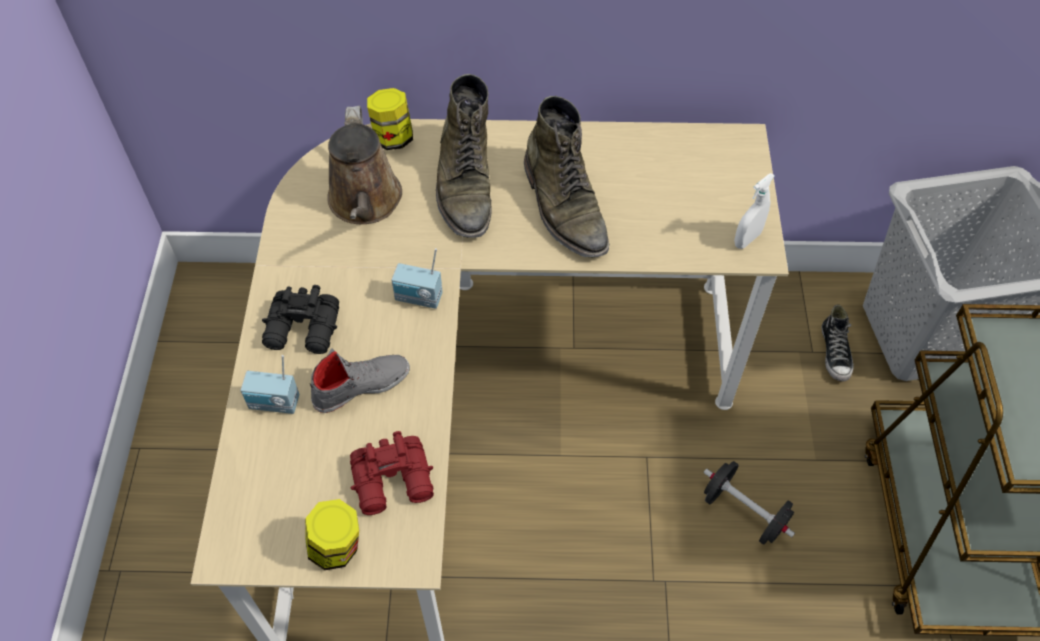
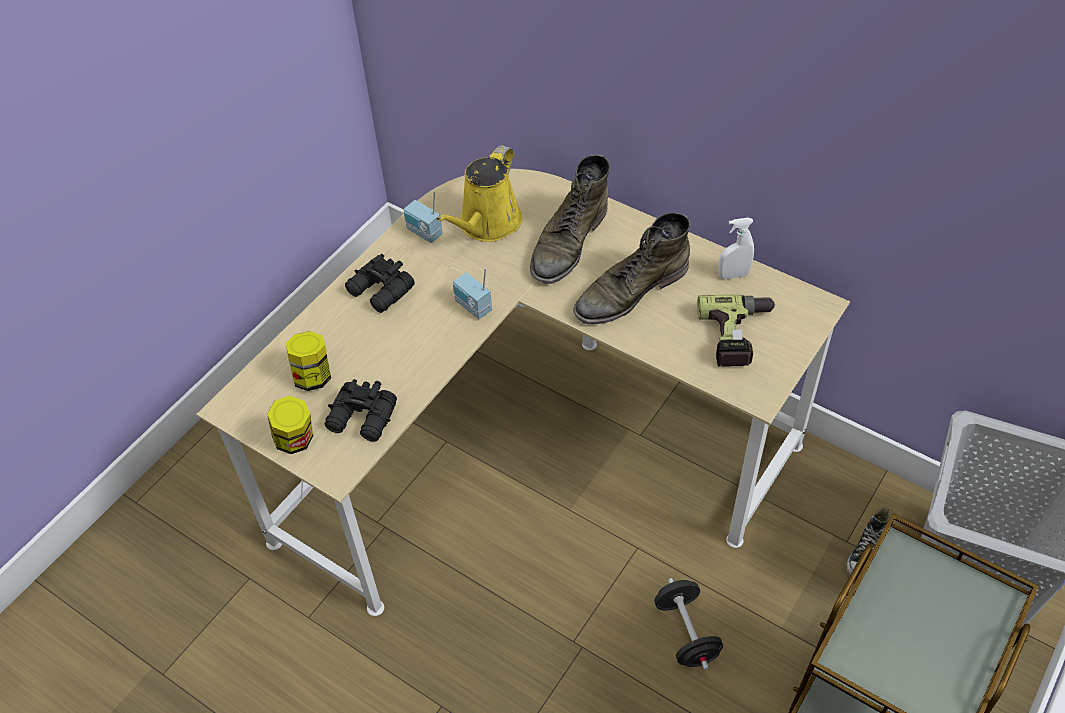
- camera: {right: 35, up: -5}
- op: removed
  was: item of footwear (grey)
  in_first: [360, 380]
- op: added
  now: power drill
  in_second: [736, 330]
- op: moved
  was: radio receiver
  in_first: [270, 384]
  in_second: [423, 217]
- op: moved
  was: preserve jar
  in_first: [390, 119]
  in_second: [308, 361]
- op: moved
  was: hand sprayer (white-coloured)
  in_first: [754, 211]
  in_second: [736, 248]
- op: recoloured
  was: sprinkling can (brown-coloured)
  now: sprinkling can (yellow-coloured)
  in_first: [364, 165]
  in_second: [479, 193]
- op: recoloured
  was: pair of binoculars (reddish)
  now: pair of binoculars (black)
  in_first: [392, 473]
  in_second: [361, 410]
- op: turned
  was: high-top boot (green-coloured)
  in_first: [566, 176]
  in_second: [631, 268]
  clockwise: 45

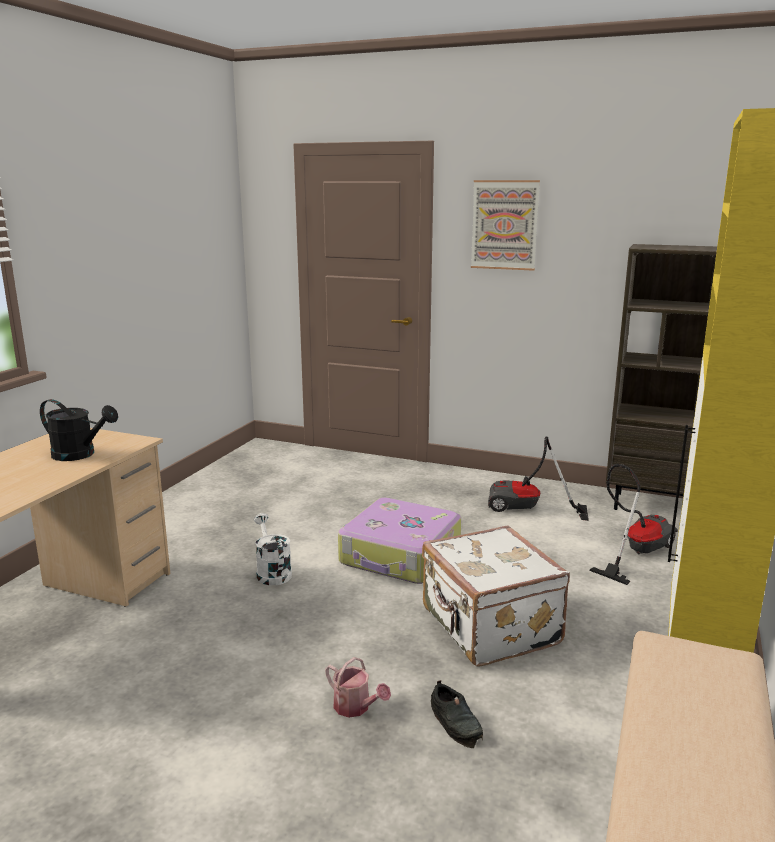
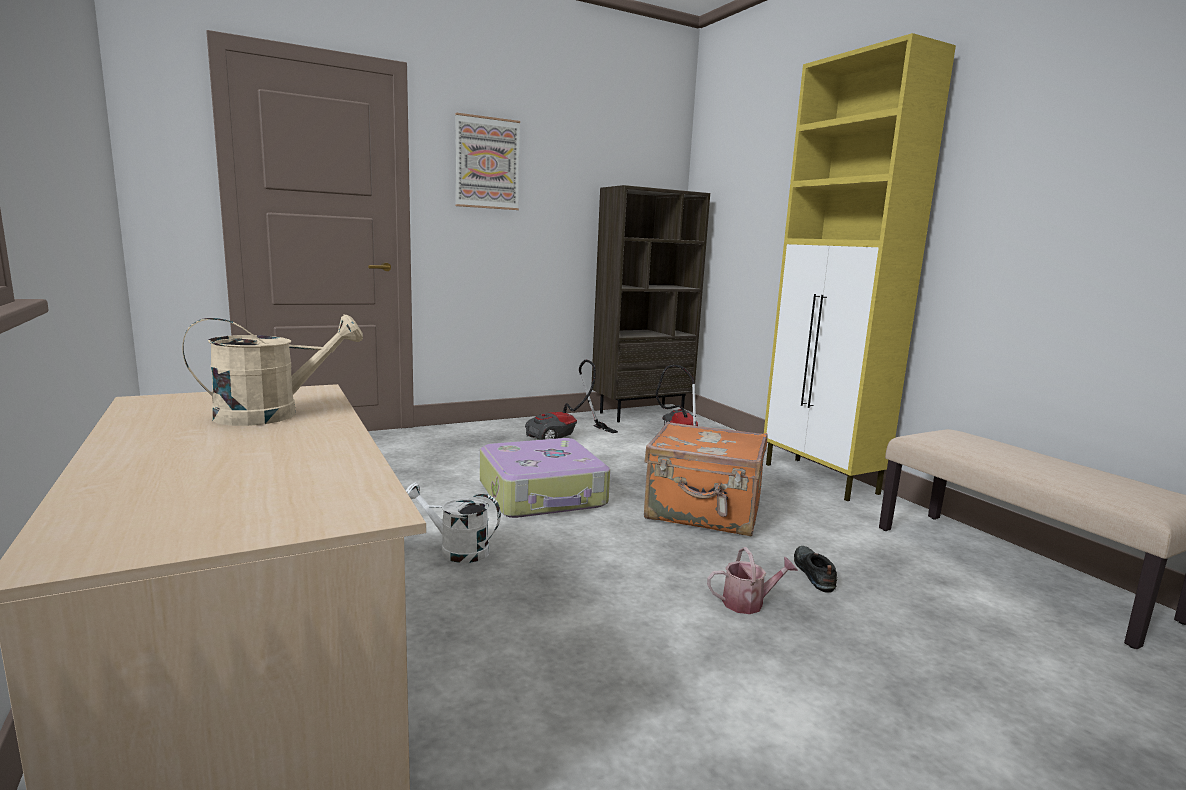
- camera: {right: -50, up: -5}
- op: recoloured
  was: sprinkling can (black)
  now: sprinkling can (sand-coloured)
  in_first: [79, 430]
  in_second: [272, 370]
- op: recoloured
  was: piece of luggage (white-coloured)
  now: piece of luggage (orangey)
  in_first: [496, 596]
  in_second: [705, 479]
- op: turned
  was: item of footwear (black)
  in_first: [457, 714]
  in_second: [815, 569]
  clockwise: -105

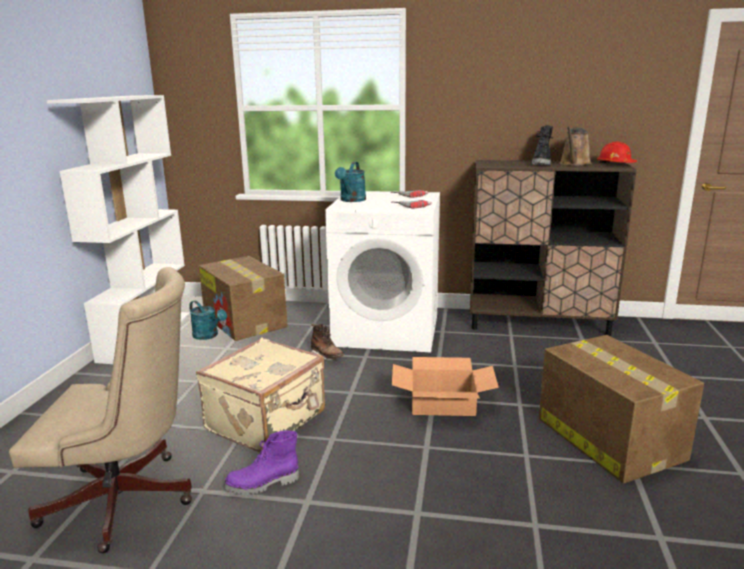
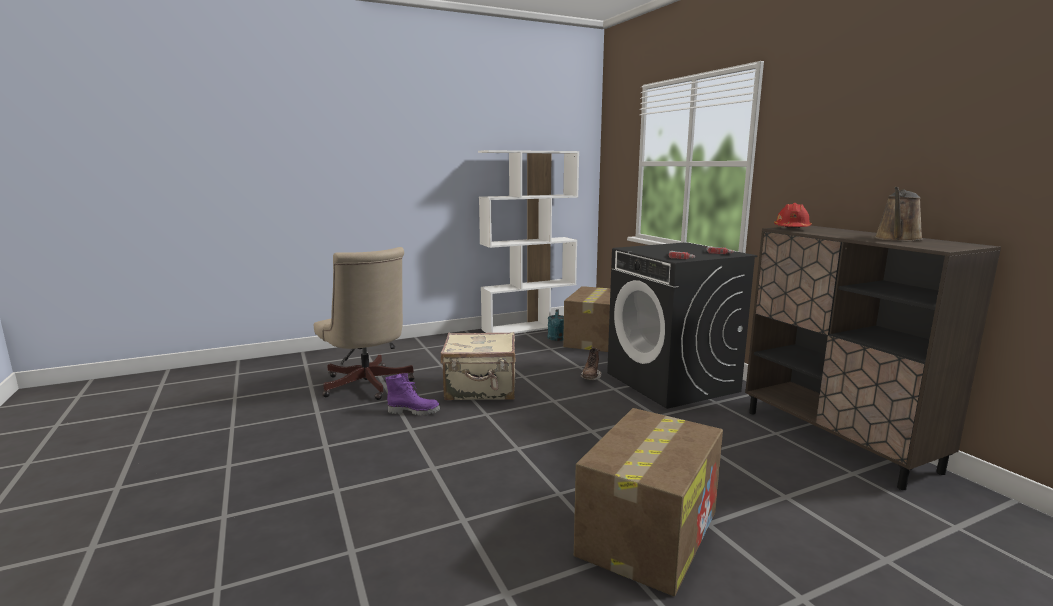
- camera: {right: 55, up: -5}
- op: removed
  was: sprinkling can (blue-green)
  in_first: [350, 182]
- op: removed
  was: carton
  in_first: [445, 386]
- op: removed
  was: high-top boot (black)
  in_first: [542, 145]
- op: moved
  was: work helmet (reddish)
  in_first: [617, 152]
  in_second: [793, 215]
- op: recoloured
  was: washing machine (white-coloured)
  now: washing machine (black)
  in_first: [382, 271]
  in_second: [682, 325]
- op: turned
  was: high-top boot (purple)
  in_first: [261, 463]
  in_second: [412, 394]
  clockwise: 150
- op: turned
  was: sprinkling can (brown-coloured)
  in_first: [575, 146]
  in_second: [898, 214]
  clockwise: -45

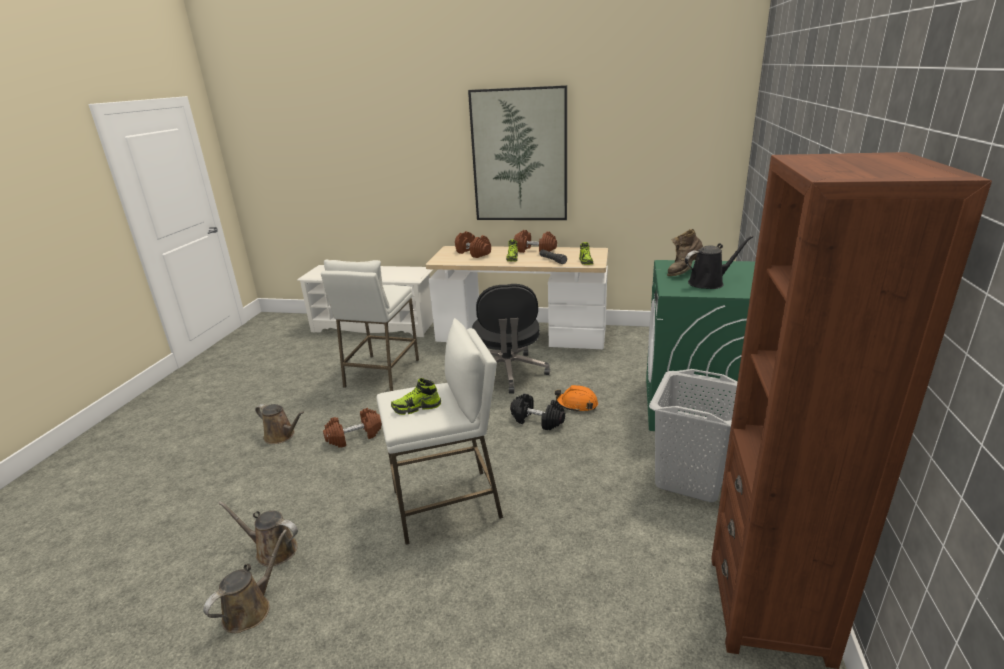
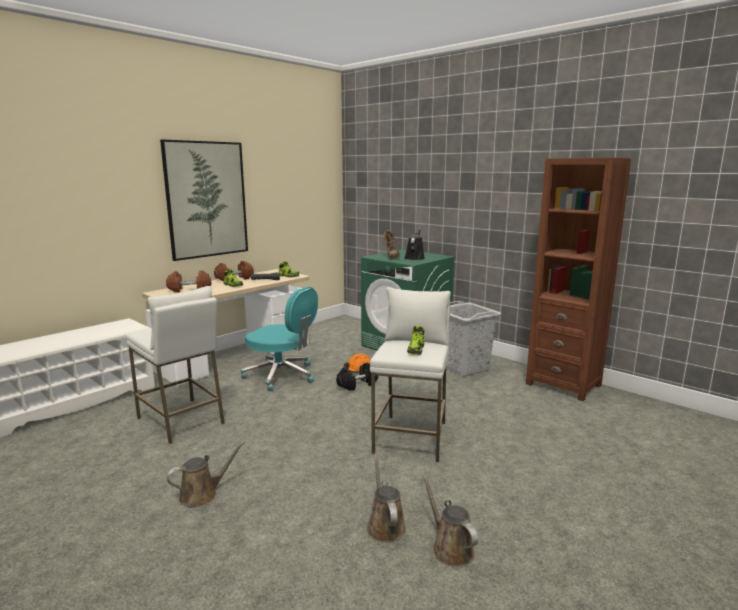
- camera: {right: -60, up: -10}
- op: removed
  was: hand weight (brown-coloured)
  in_first: [352, 428]
- op: recoloured
  was: desk chair (black)
  now: desk chair (blue-green)
  in_first: [511, 339]
  in_second: [279, 339]
- op: turned
  was: sprinkling can (brown-coloured)
  in_first: [258, 533]
  in_second: [386, 499]
  clockwise: 120

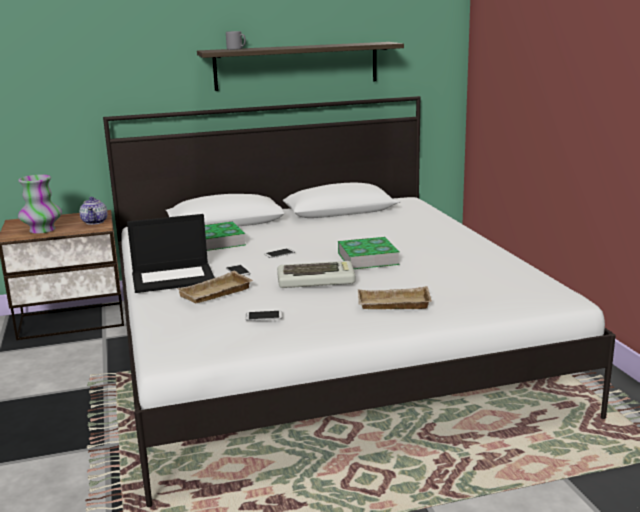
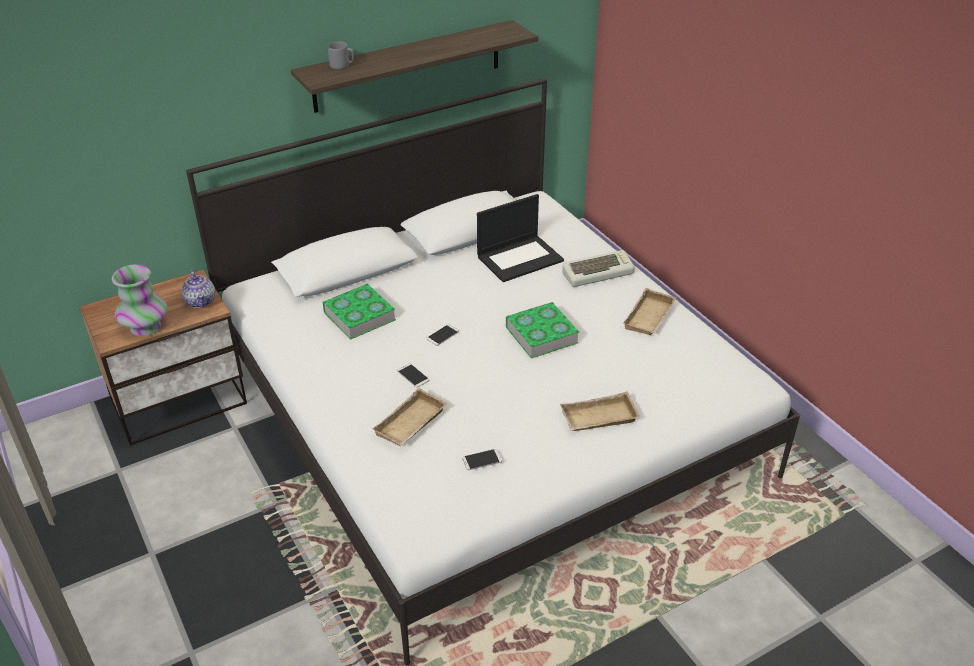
- camera: {right: -15, up: 20}
- op: added
  now: serving tray (sand-coloured)
  in_second: [650, 311]
- op: moved
  was: portable computer
  in_first: [171, 253]
  in_second: [520, 238]
- op: moved
  was: keyboard
  in_first: [316, 274]
  in_second: [598, 268]

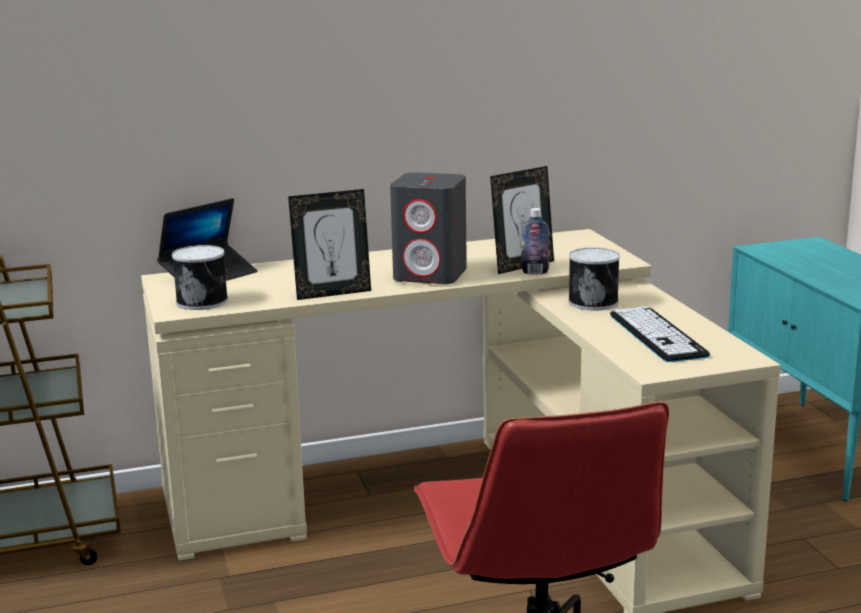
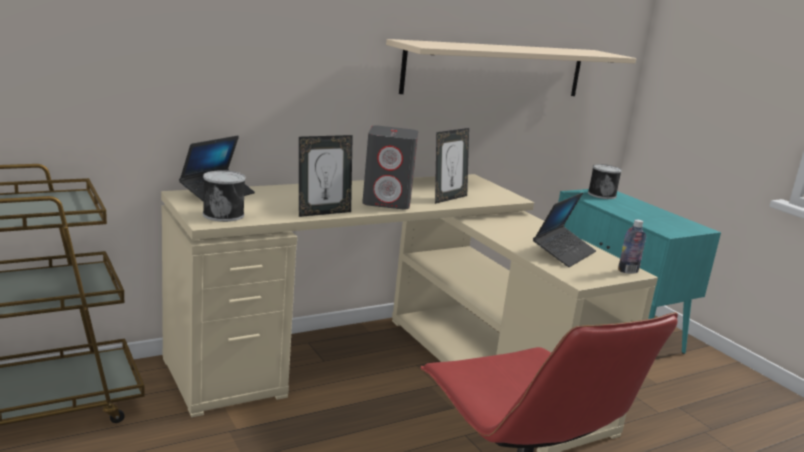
- camera: {right: -15, up: 0}
- op: added
  now: wall shelf (sand-coloured)
  in_second: [511, 67]
- op: moved
  was: beverage bottle
  in_first: [535, 241]
  in_second: [632, 246]
- op: moved
  was: can
  in_first: [594, 279]
  in_second: [605, 181]
- op: replaced
  was: keyboard
  now: portable computer
  in_first: [660, 334]
  in_second: [564, 229]

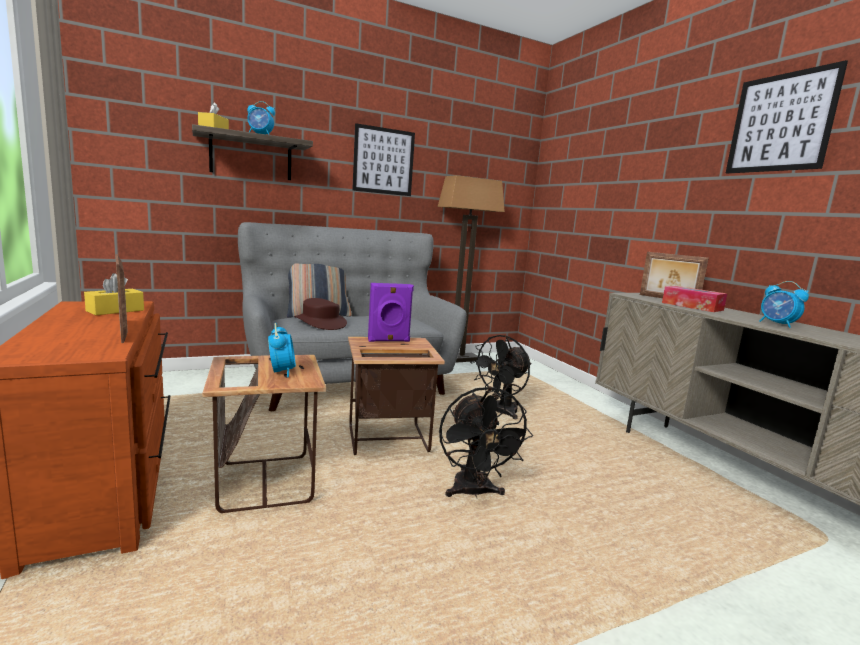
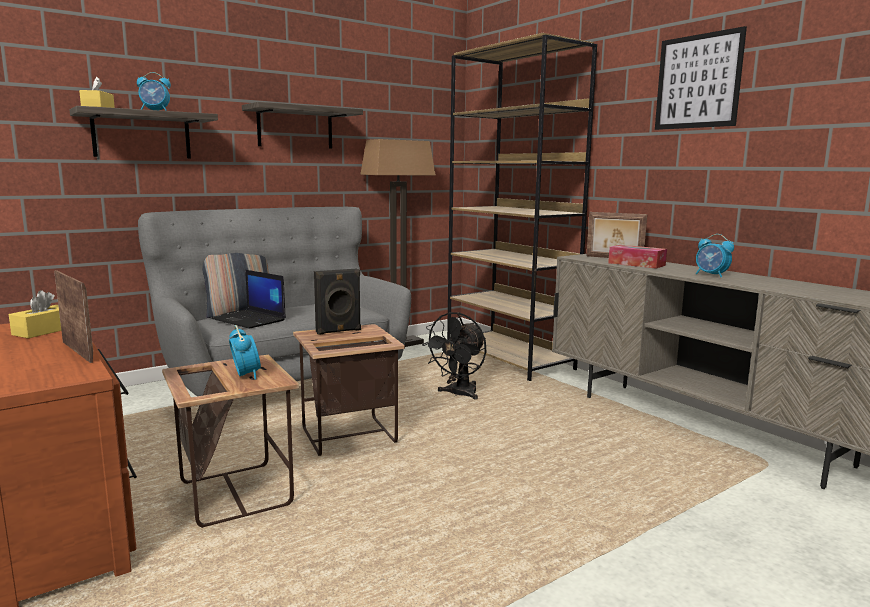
- camera: {right: -10, up: 0}
- op: removed
  was: electric fan (black)
  in_first: [486, 442]
- op: added
  now: shelving unit (brown-coloured)
  in_second: [522, 207]
- op: replaced
  was: wearable hat (brown-coloured)
  now: portable computer
  in_first: [320, 314]
  in_second: [248, 299]
- op: replaced
  was: wall picture
  now: wall shelf
  in_first: [383, 159]
  in_second: [302, 125]
- op: recoloured
  was: audio speaker (purple)
  now: audio speaker (black)
  in_first: [391, 312]
  in_second: [337, 302]

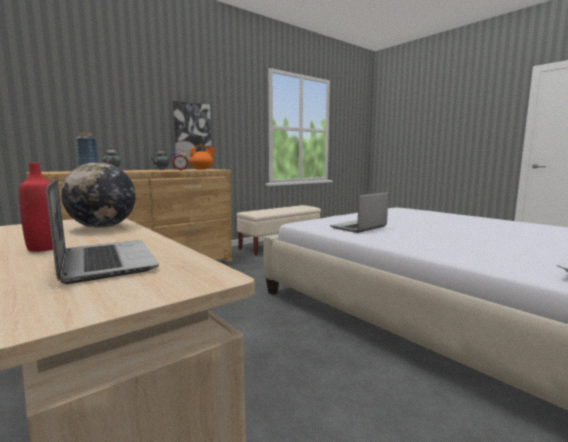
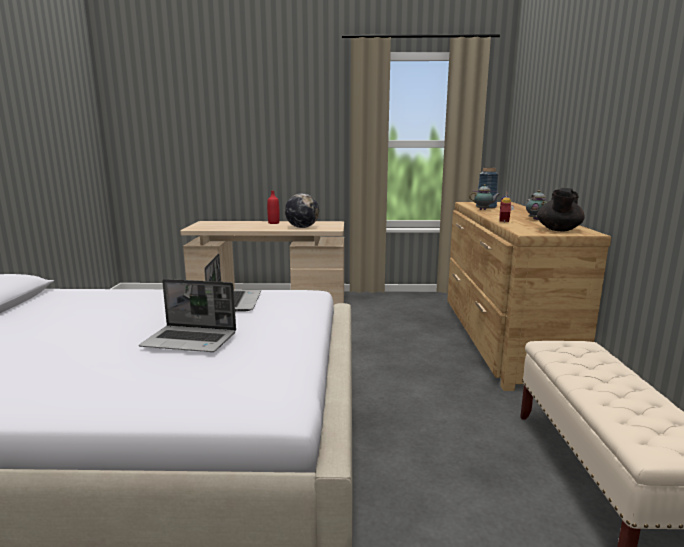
- camera: {right: 130, up: 5}
- op: removed
  was: wall picture
  in_first: [192, 130]
- op: moved
  was: portable computer
  in_first: [102, 231]
  in_second: [187, 315]
- op: recoloured
  was: teapot (orangey)
  now: teapot (black)
  in_first: [202, 157]
  in_second: [561, 209]

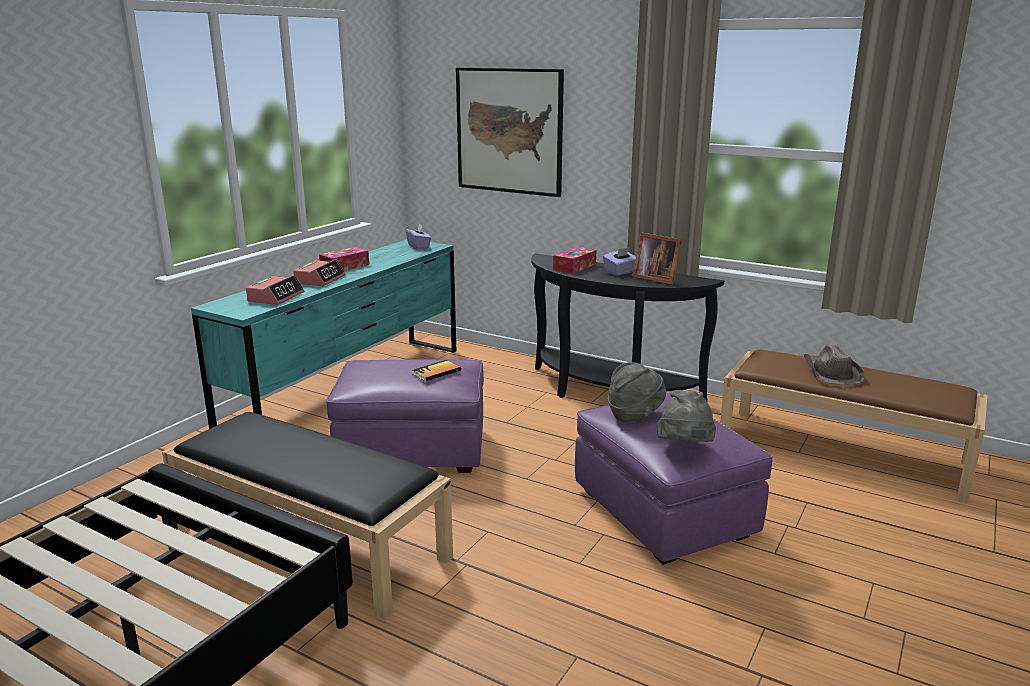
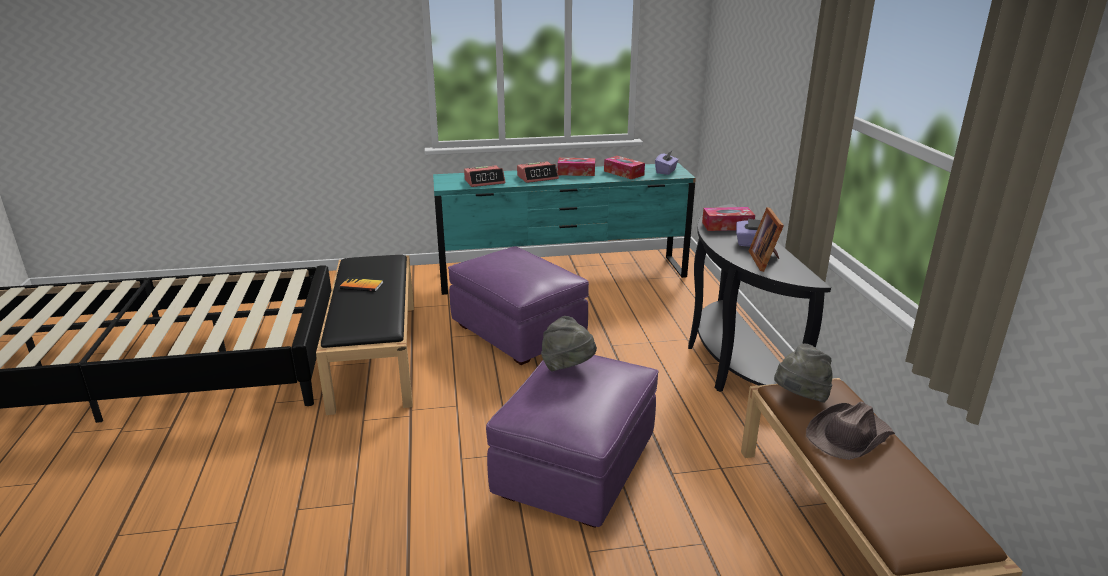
- camera: {right: 50, up: 5}
- op: removed
  was: wall picture
  in_first: [510, 132]
- op: added
  now: tissue holder
  in_second: [624, 167]
- op: moved
  was: bound book
  in_first: [436, 370]
  in_second: [362, 284]
- op: moved
  was: wearable hat (grey)
  in_first: [686, 416]
  in_second: [803, 373]

